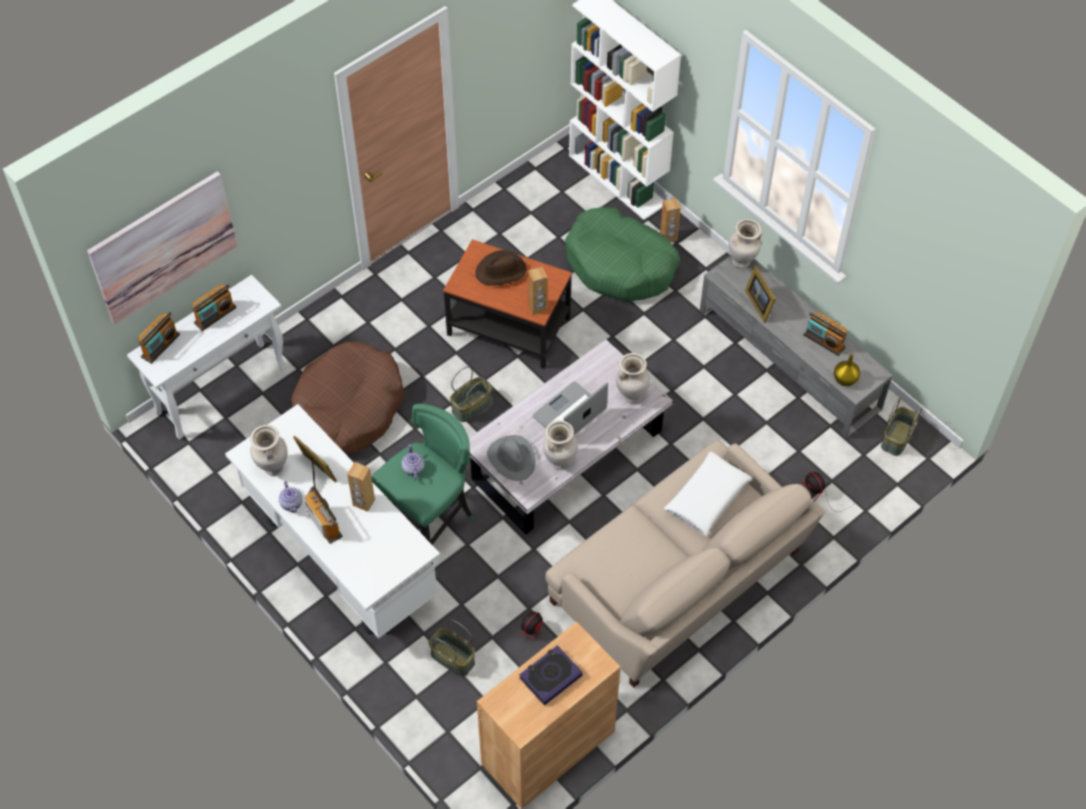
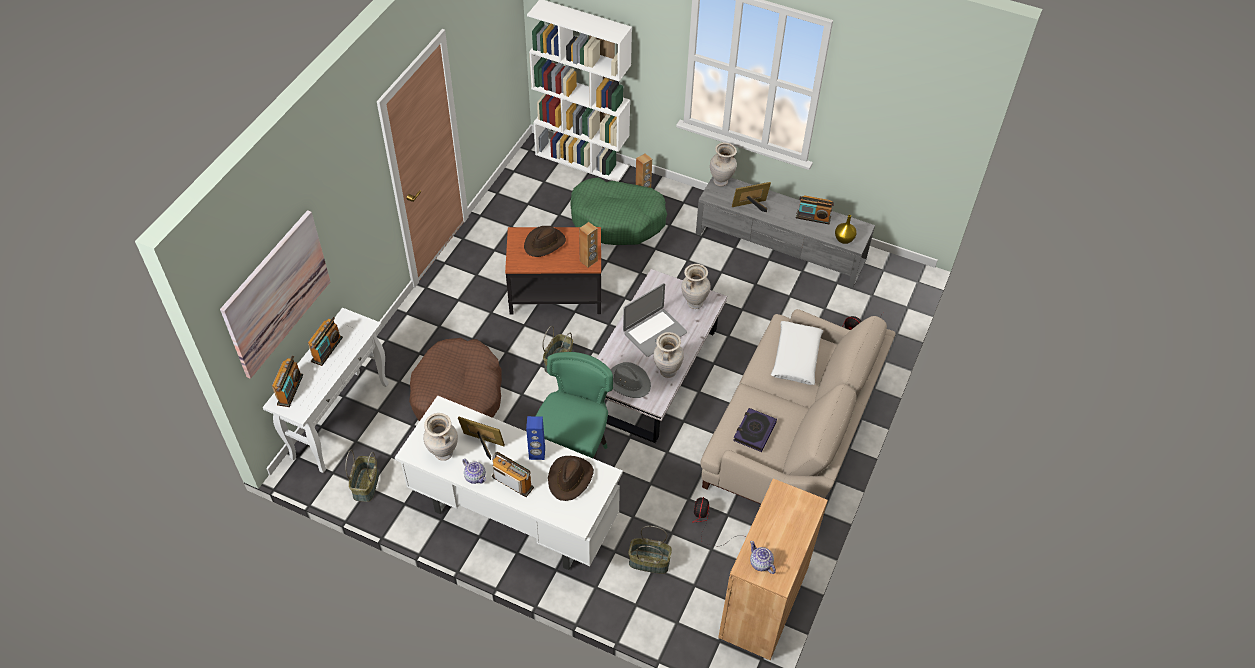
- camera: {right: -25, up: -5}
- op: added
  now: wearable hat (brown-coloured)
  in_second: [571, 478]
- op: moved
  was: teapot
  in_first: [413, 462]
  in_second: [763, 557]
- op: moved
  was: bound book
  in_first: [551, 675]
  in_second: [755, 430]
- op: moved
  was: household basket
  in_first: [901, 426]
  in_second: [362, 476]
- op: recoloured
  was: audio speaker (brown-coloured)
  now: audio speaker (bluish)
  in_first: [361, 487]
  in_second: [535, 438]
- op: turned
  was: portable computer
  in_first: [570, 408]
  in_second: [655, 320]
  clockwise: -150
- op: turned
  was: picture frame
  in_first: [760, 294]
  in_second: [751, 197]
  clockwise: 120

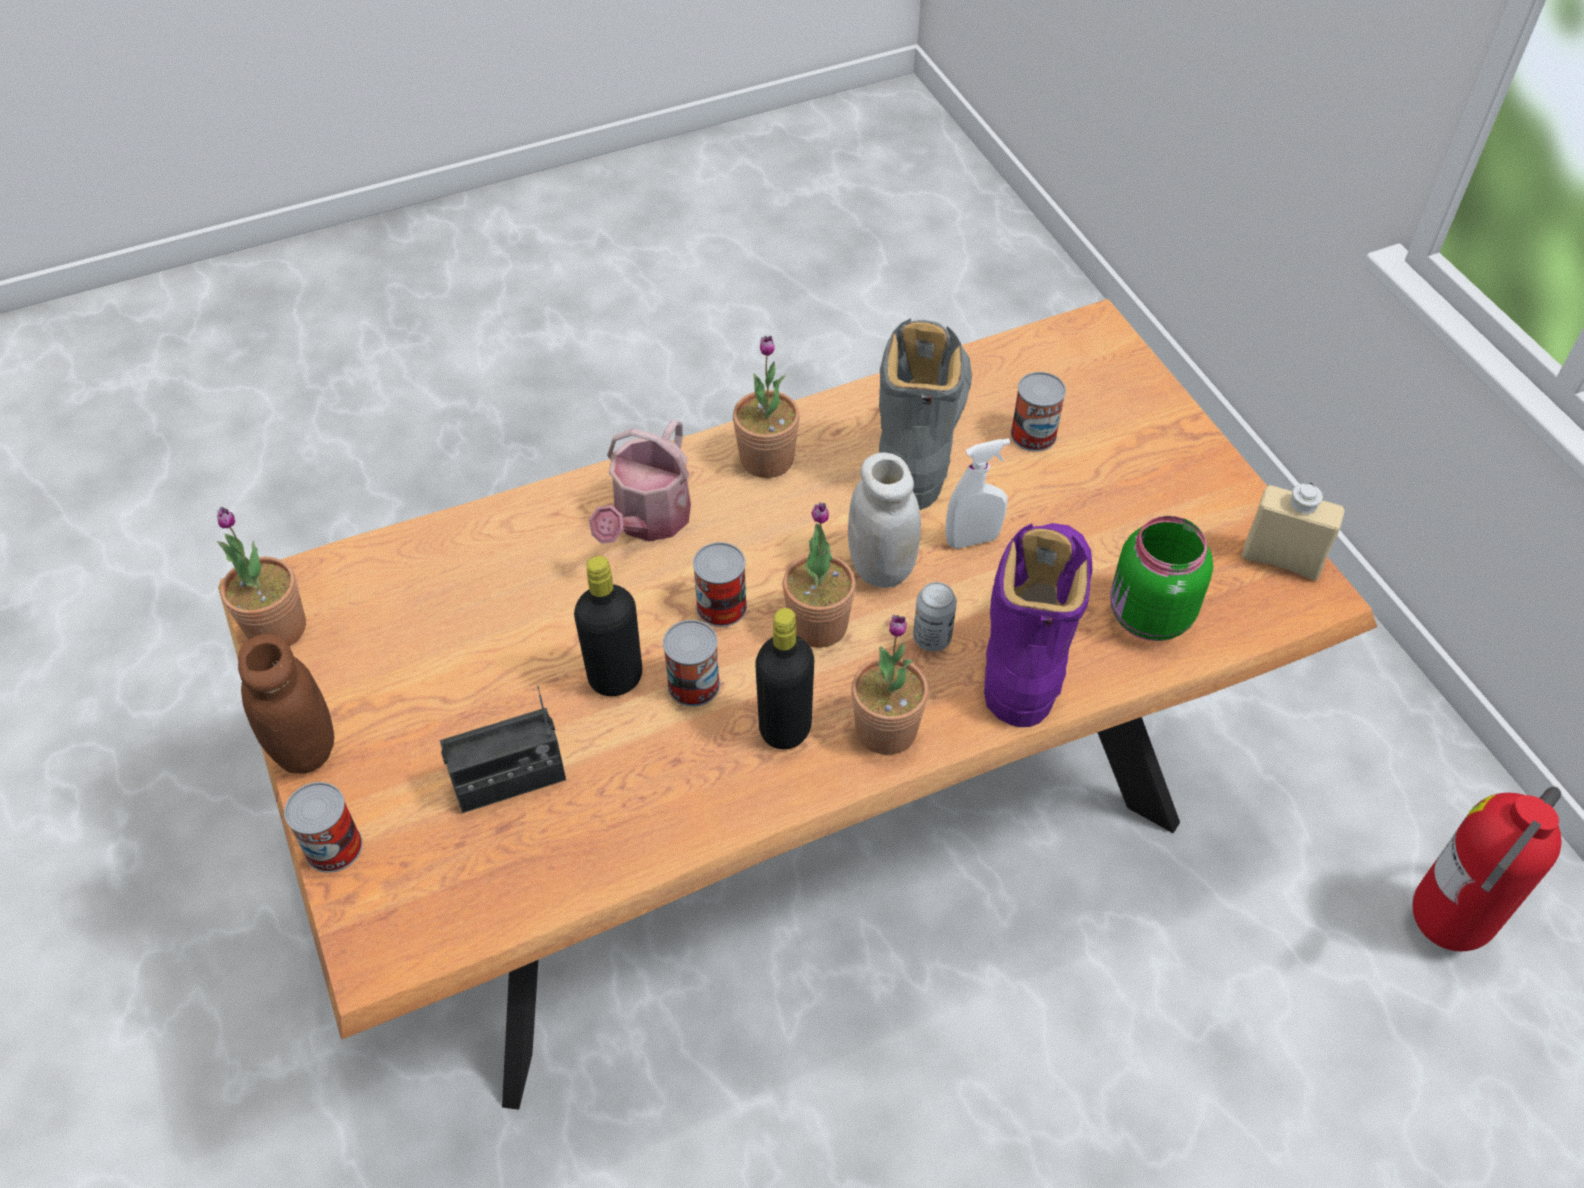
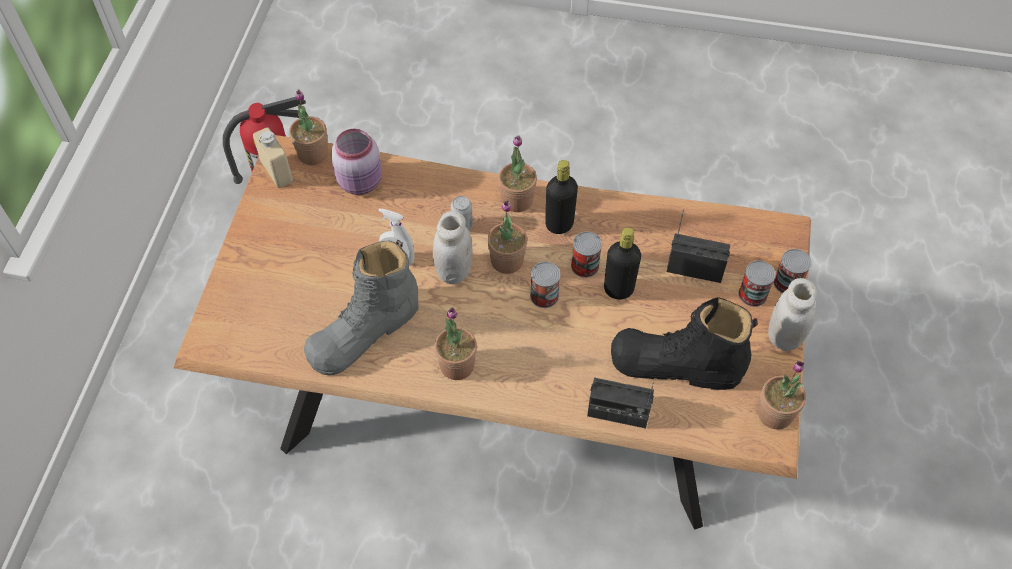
- camera: {right: -145, up: 5}
- op: removed
  was: sprinkling can
  in_first: [640, 481]
- op: removed
  was: high-top boot (purple)
  in_first: [1038, 625]
- op: added
  now: potted plant
  in_second: [308, 127]
- op: added
  now: radio receiver
  in_second: [620, 403]
- op: added
  now: high-top boot (black)
  in_second: [684, 343]
- op: moved
  was: can
  in_first: [1038, 412]
  in_second: [757, 284]
- op: recoloured
  was: preserve jar (brown-coloured)
  now: preserve jar (white-coloured)
  in_first: [286, 704]
  in_second: [792, 314]
- op: recoloured
  was: preserve jar (green-coloured)
  now: preserve jar (pink-coloured)
  in_first: [1161, 578]
  in_second: [356, 162]

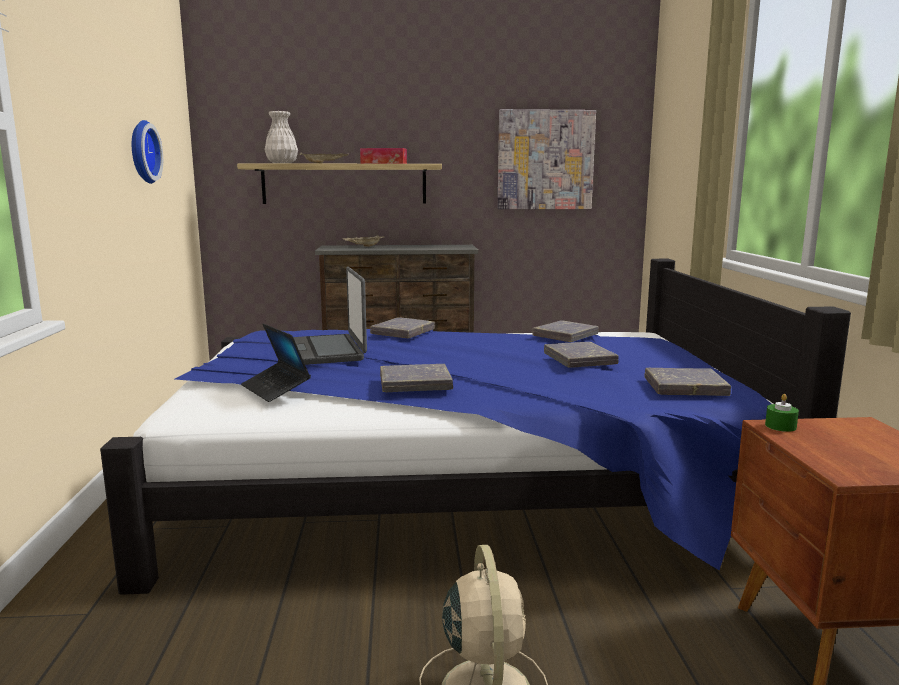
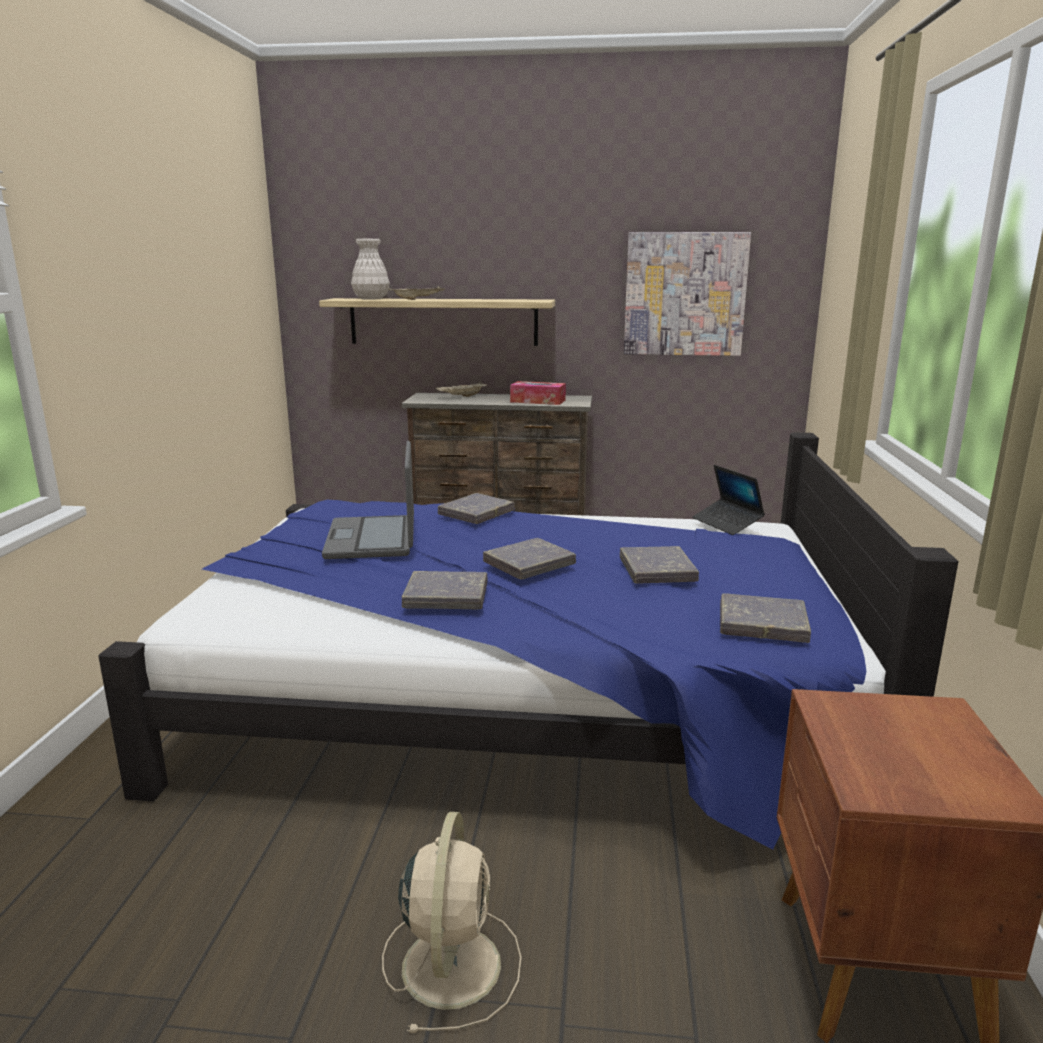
- camera: {right: 10, up: 5}
- op: removed
  was: hanging clock
  in_first: [147, 152]
- op: removed
  was: wax candle (green-coloured)
  in_first: [782, 413]
- op: moved
  was: portable computer
  in_first: [276, 362]
  in_second: [728, 500]
- op: moved
  was: tissue holder
  in_first: [383, 156]
  in_second: [538, 393]
- op: moved
  was: bound book (grey)
  in_first: [565, 331]
  in_second: [529, 558]

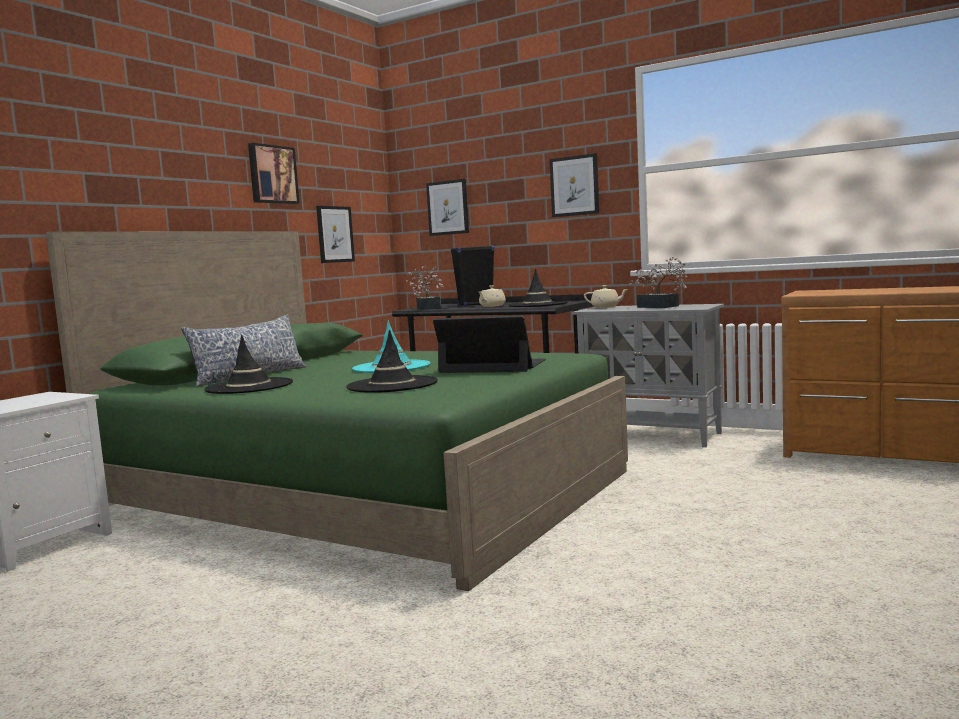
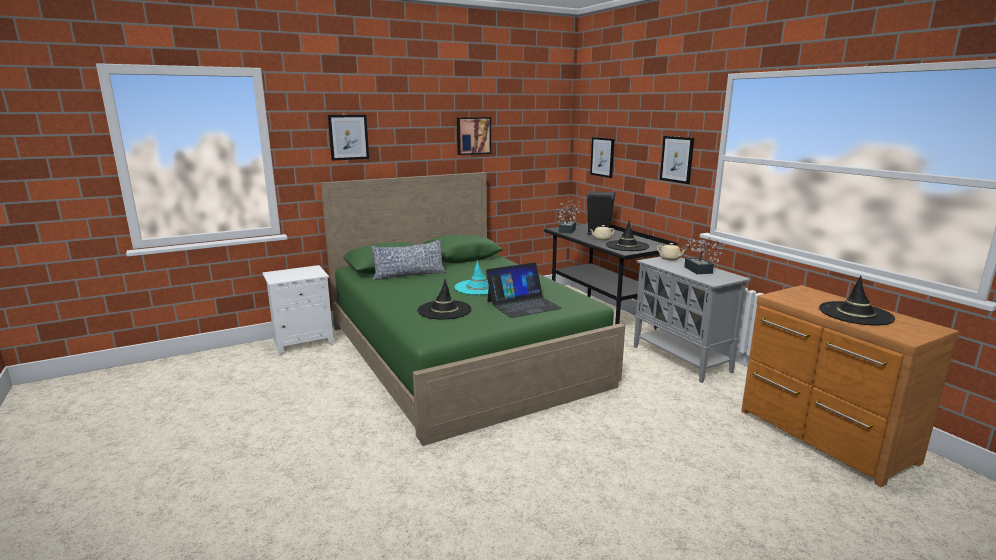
- camera: {right: 30, up: 10}
- op: moved
  was: wearable hat (black)
  in_first: [248, 364]
  in_second: [857, 300]
- op: moved
  was: wall picture
  in_first: [335, 234]
  in_second: [348, 138]
- op: turned
  was: portable computer
  in_first: [489, 344]
  in_second: [524, 290]
  clockwise: 105

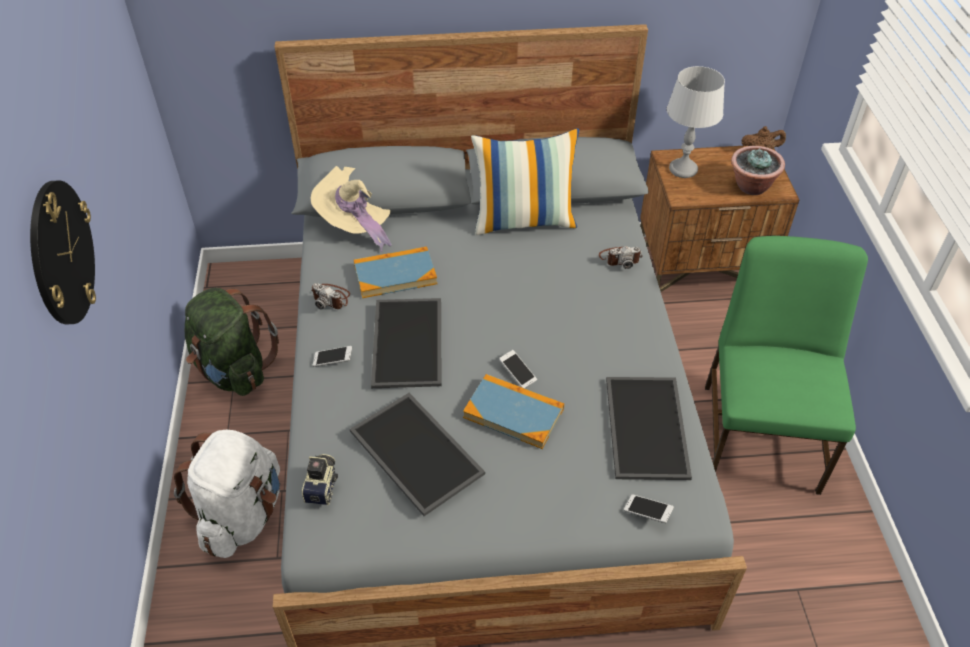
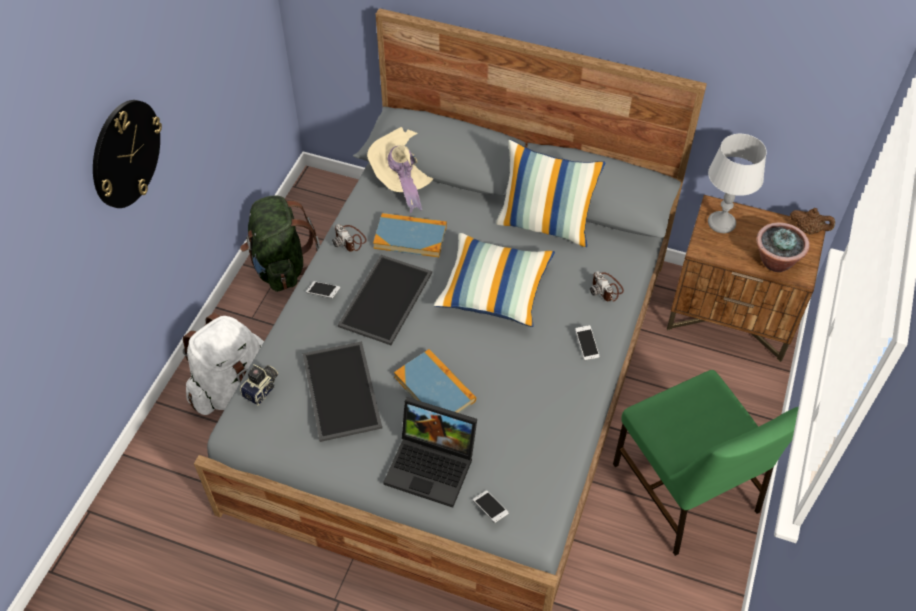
- camera: {right: 25, up: 5}
- op: removed
  was: serving tray
  in_first: [649, 428]
- op: added
  now: portable computer
  in_second: [430, 452]
- op: added
  now: throw pillow
  in_second: [494, 280]
- op: moved
  was: telephone
  in_first: [518, 369]
  in_second: [587, 343]
- op: turned
  was: photo camera
  in_first: [621, 257]
  in_second: [607, 286]
  clockwise: 45
- op: turned
  was: chair (green-coloured)
  in_first: [786, 365]
  in_second: [706, 463]
  clockwise: 120

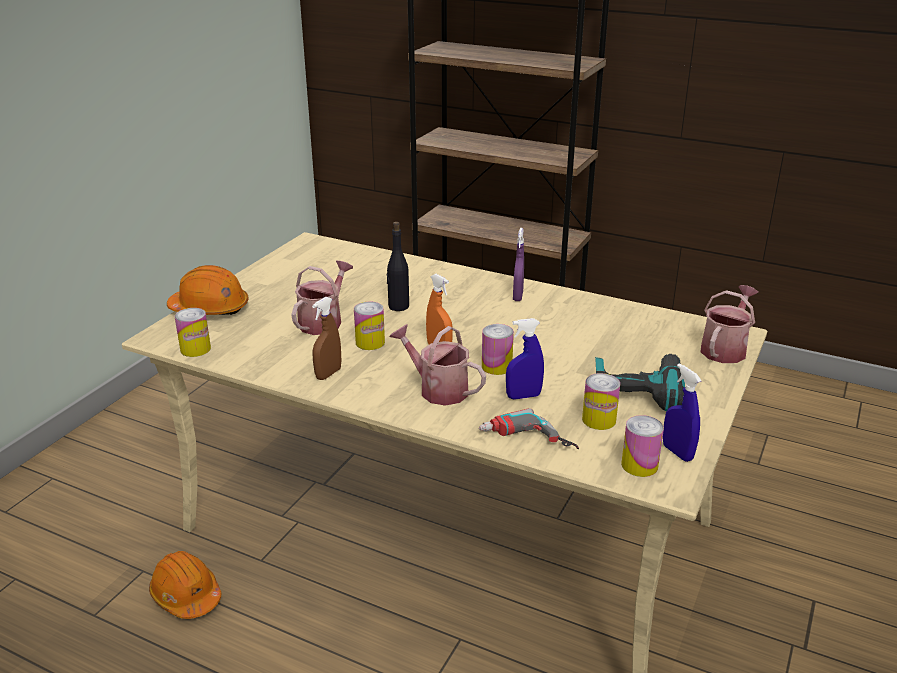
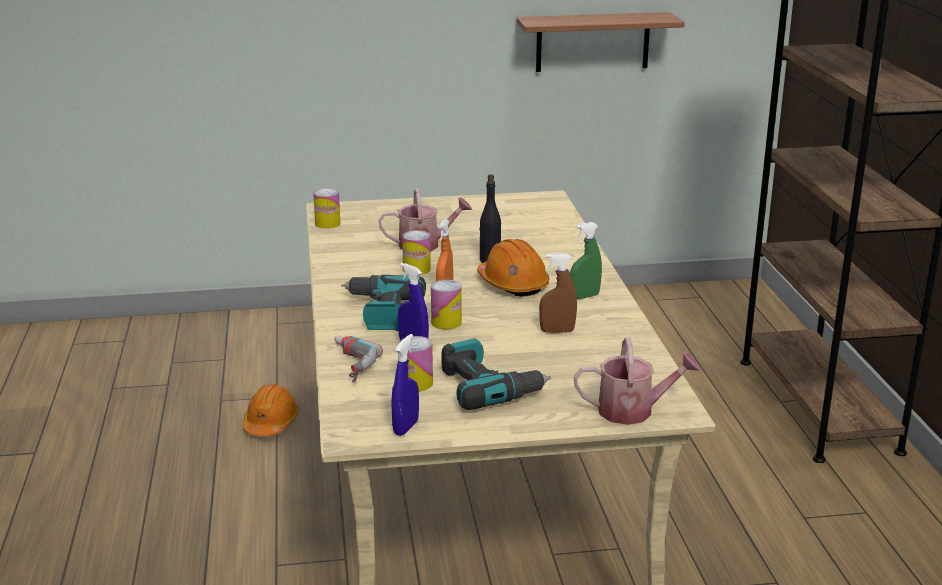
- camera: {right: 55, up: -5}
- op: removed
  was: can
  in_first: [642, 446]
- op: added
  now: wall shelf
  in_second: [600, 42]
- op: moved
  was: work helmet (orangey)
  in_first: [208, 290]
  in_second: [513, 267]
- op: moved
  was: hand sprayer (brown-coloured)
  in_first: [326, 338]
  in_second: [558, 293]
- op: replaced
  was: sprinkling can
  now: power drill
  in_first: [437, 365]
  in_second: [383, 303]
- op: recoloured
  was: hand sprayer (purple)
  now: hand sprayer (green-coloured)
  in_first: [518, 264]
  in_second: [586, 260]

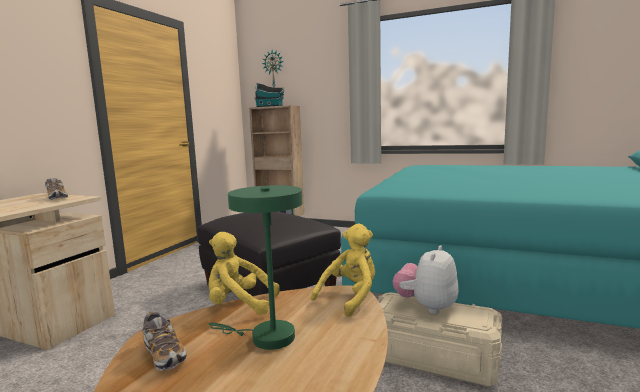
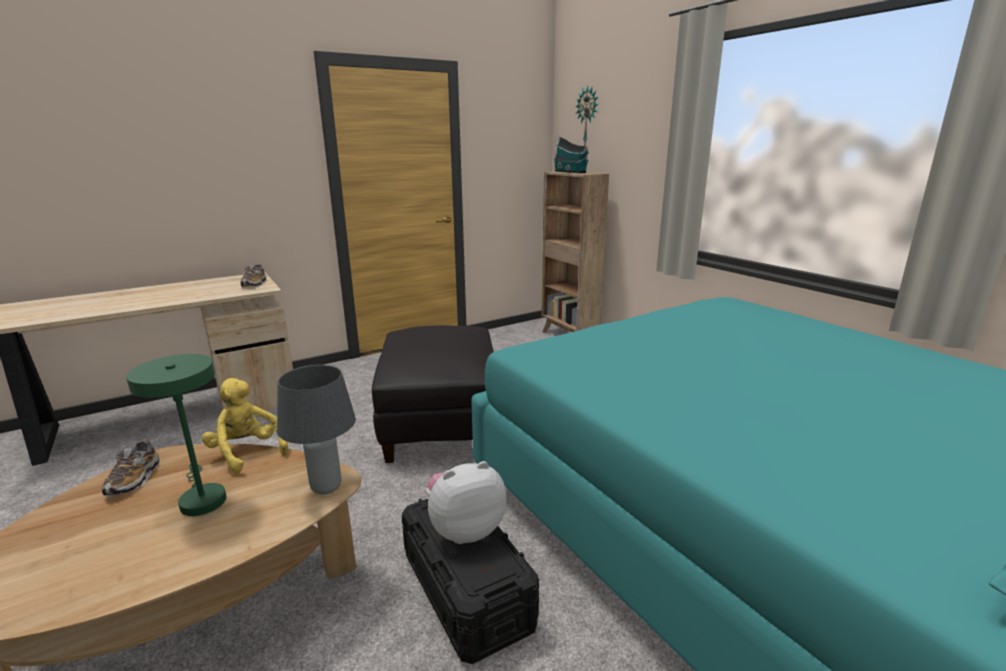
- camera: {right: 35, up: 10}
- op: replaced
  was: soft toy (yellow-coloured)
  now: tabletop lamp (grey)
  in_first: [343, 270]
  in_second: [316, 429]
- op: recoloured
  was: storage box (sand-coloured)
  now: storage box (black)
  in_first: [440, 339]
  in_second: [470, 581]

